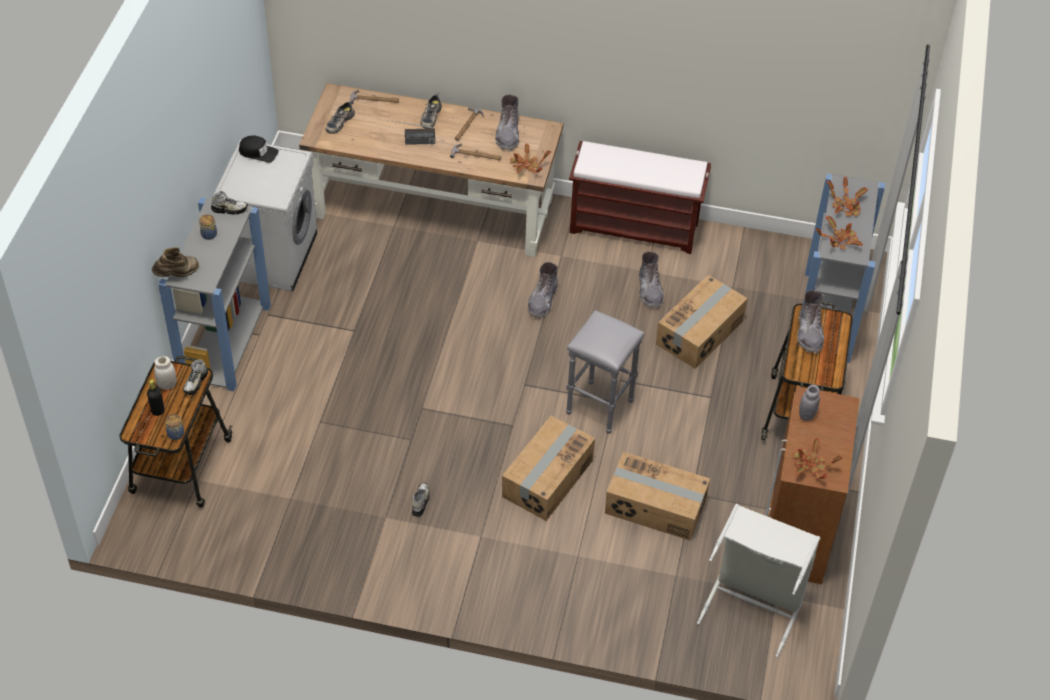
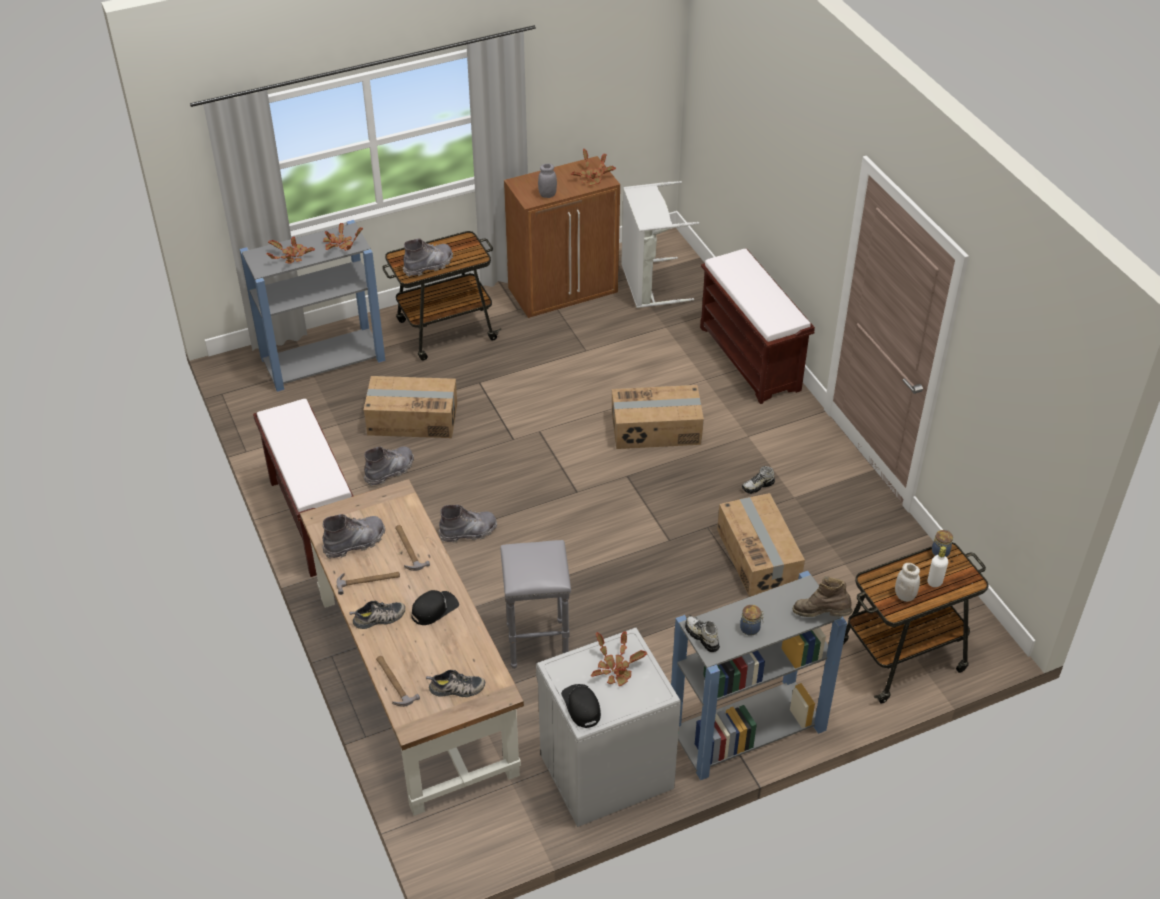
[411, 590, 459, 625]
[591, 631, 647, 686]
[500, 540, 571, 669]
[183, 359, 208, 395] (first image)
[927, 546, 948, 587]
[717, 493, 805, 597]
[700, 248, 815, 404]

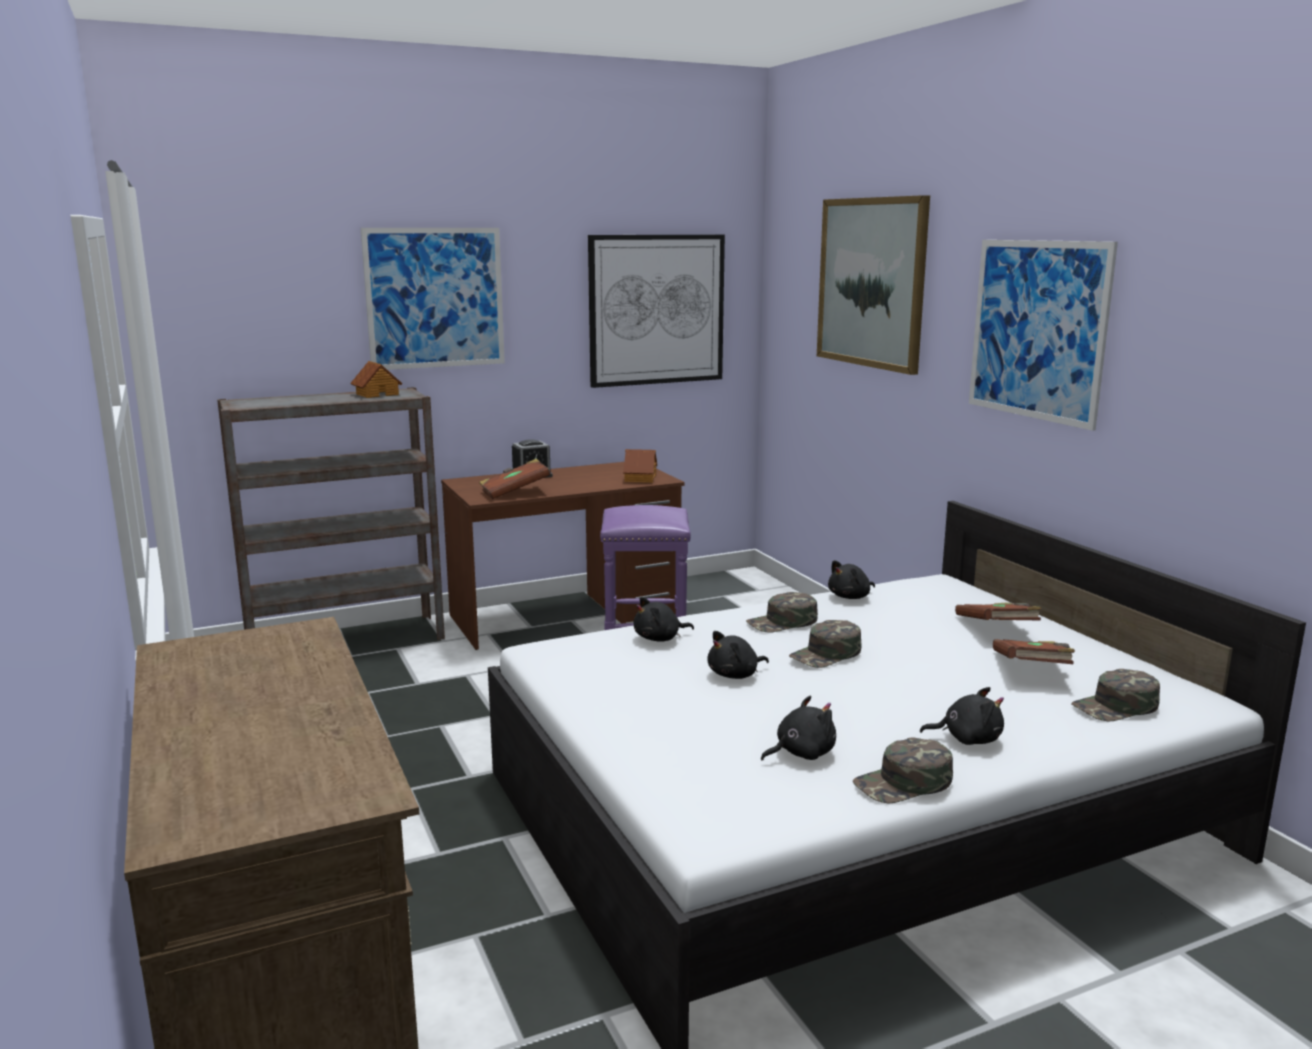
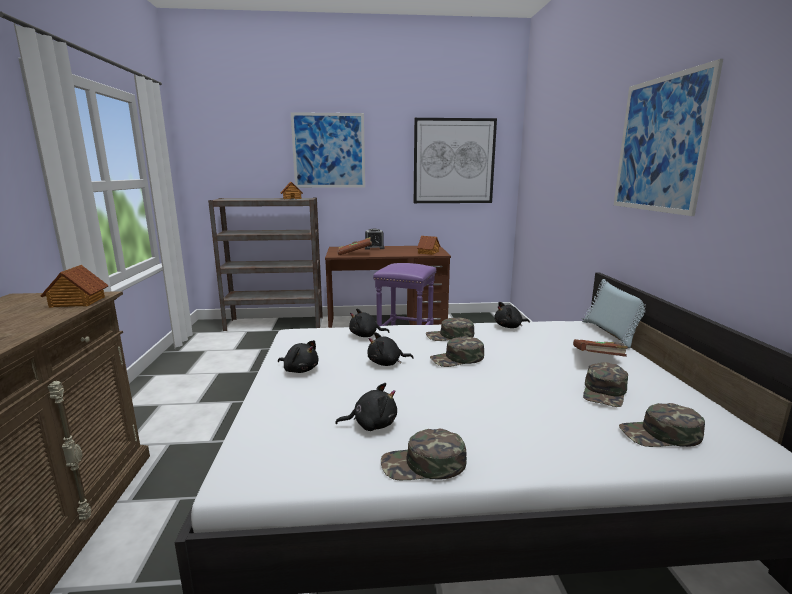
[817, 195, 930, 375] (first image)
[583, 362, 628, 407]
[278, 340, 319, 373]
[41, 265, 109, 308]
[582, 279, 646, 348]

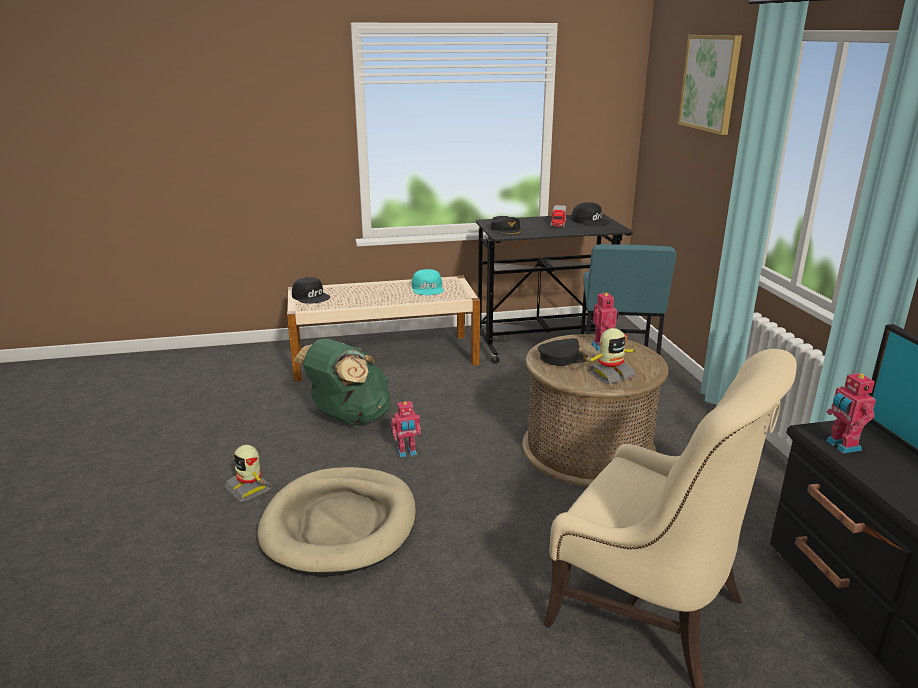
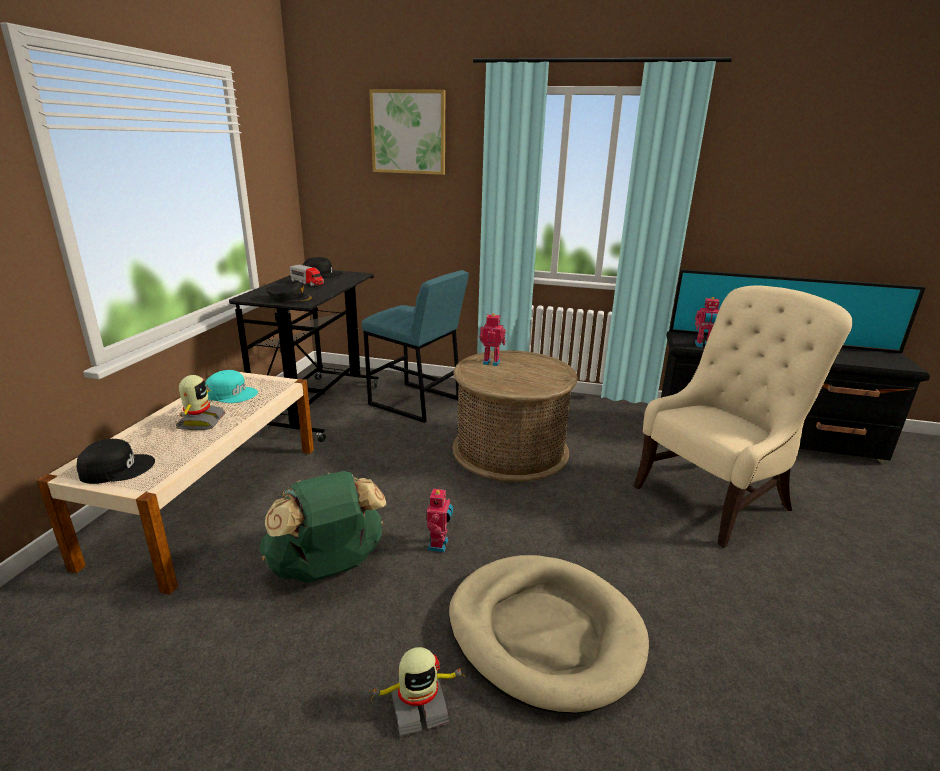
[176, 375, 226, 430]
[538, 338, 588, 366] (first image)

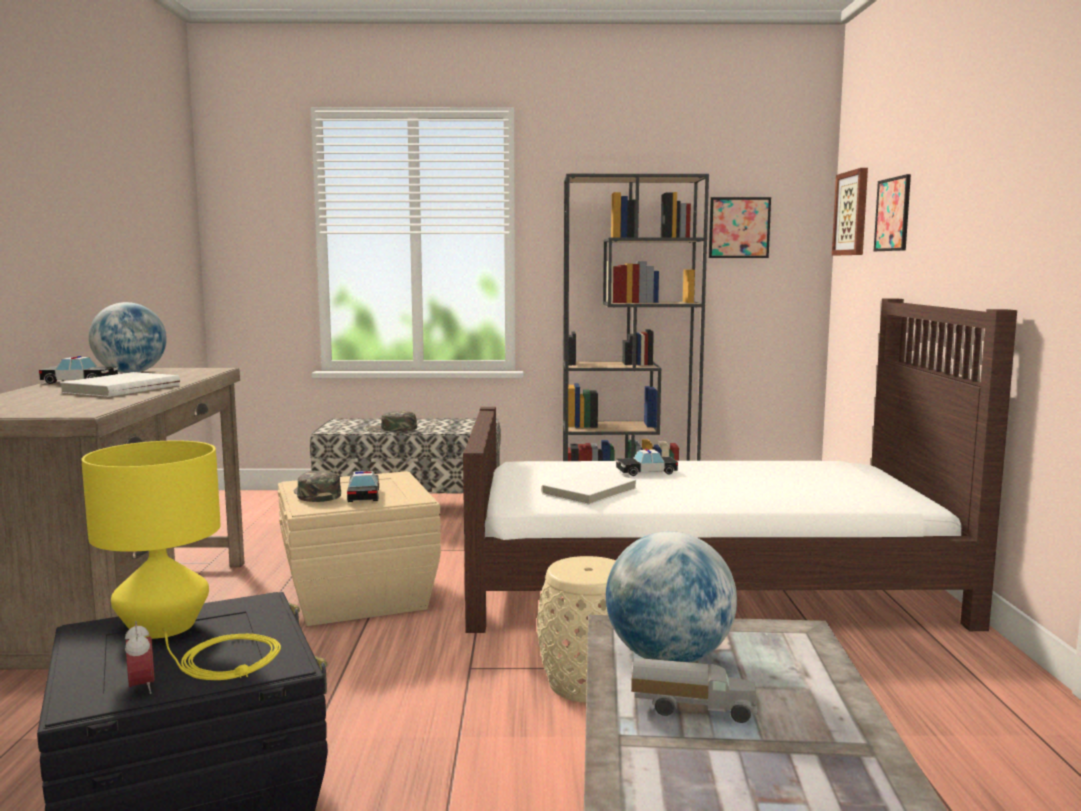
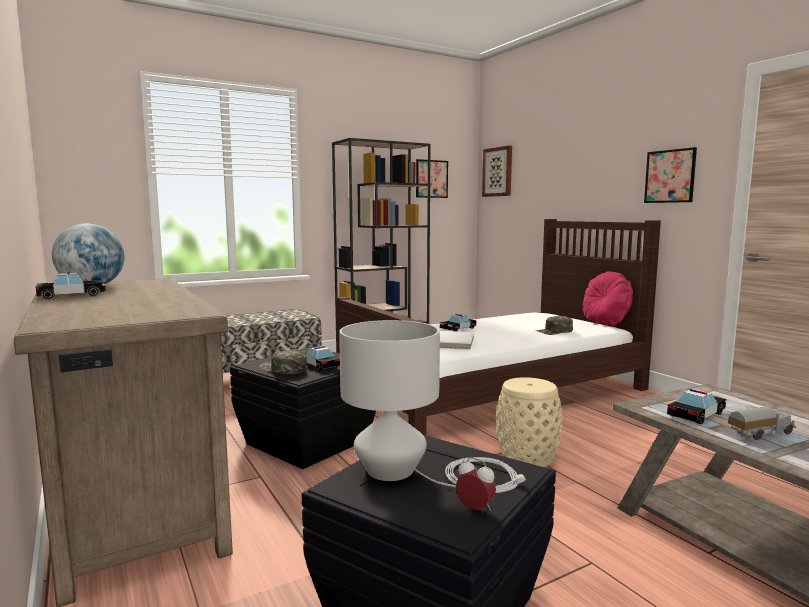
[644, 147, 697, 203]
[60, 372, 180, 397] (first image)
[536, 316, 573, 335]
[339, 320, 526, 493]
[230, 347, 376, 469]
[667, 389, 726, 424]
[582, 271, 633, 326]

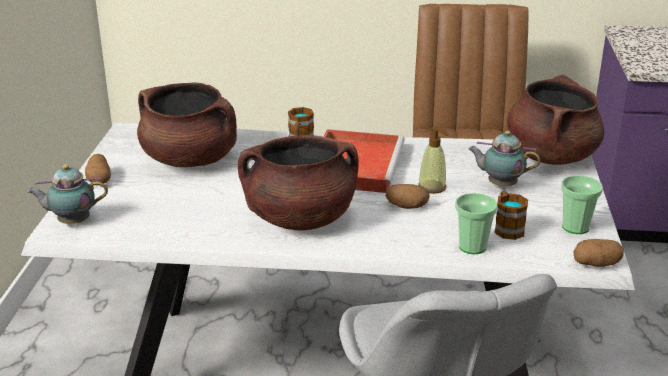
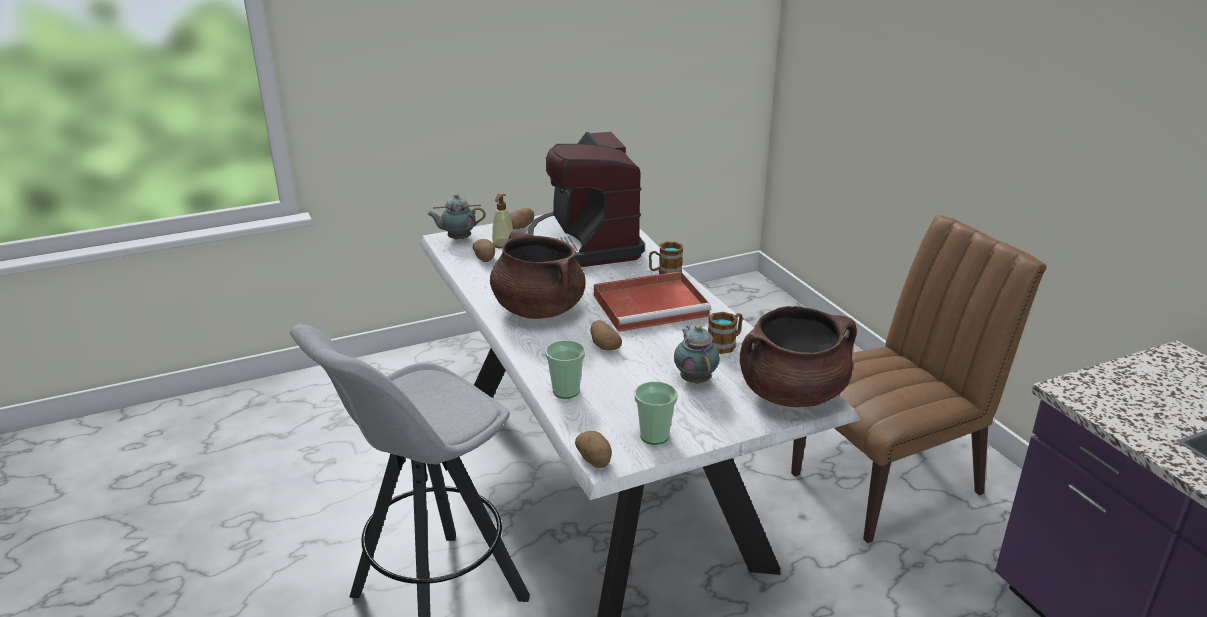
[528, 132, 645, 267]
[492, 194, 513, 249]
[427, 194, 486, 240]
[708, 312, 743, 354]
[473, 239, 495, 262]

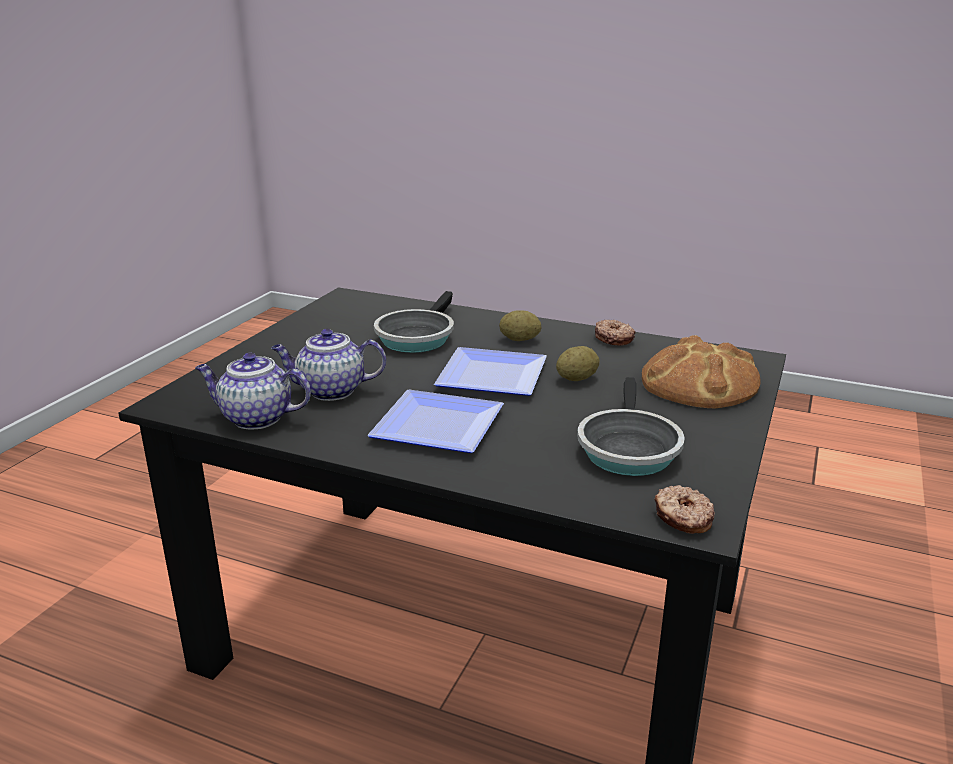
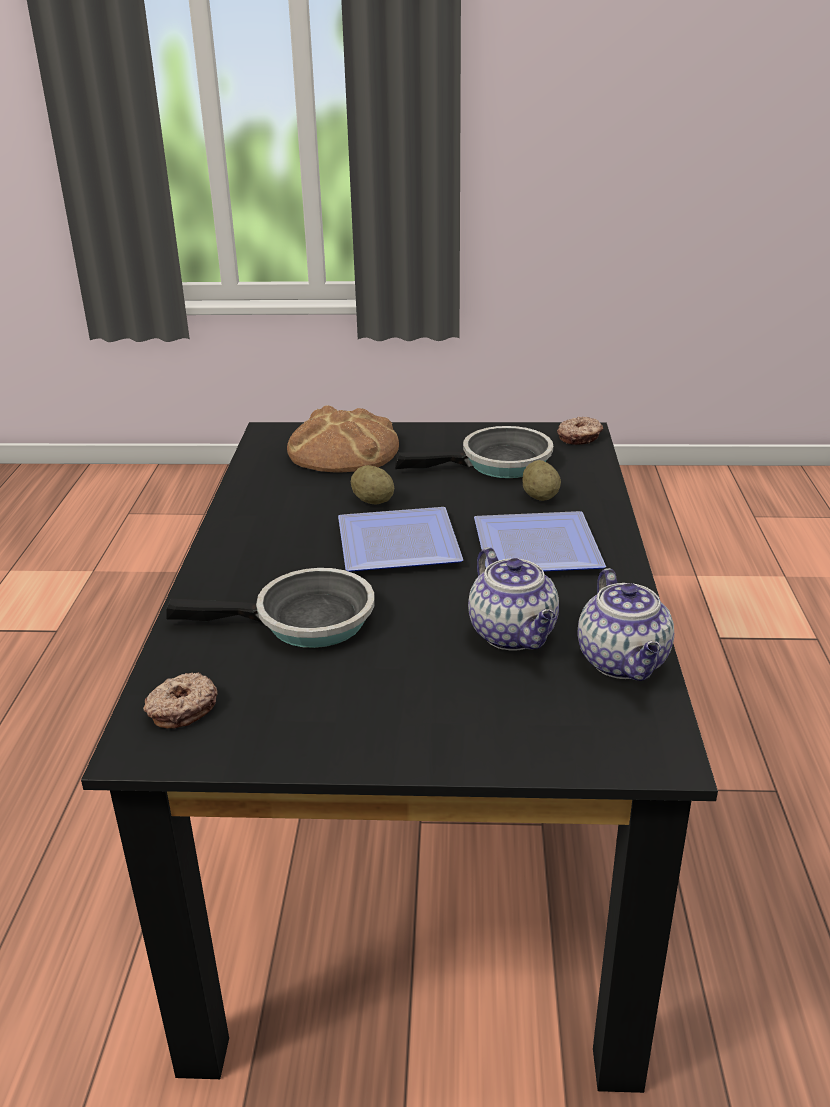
[522, 460, 561, 501]
[143, 672, 218, 729]

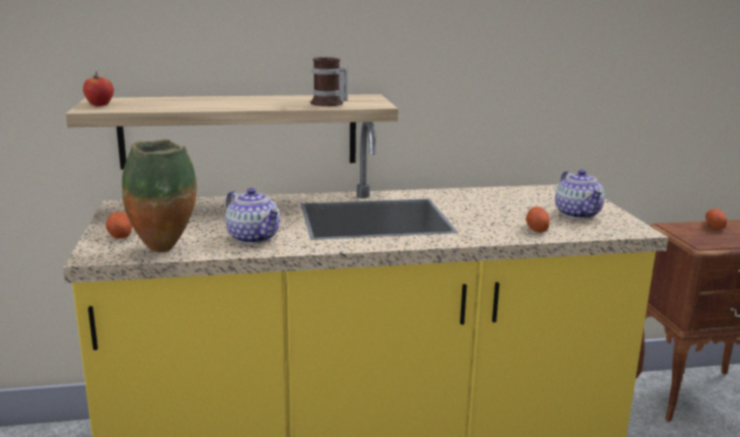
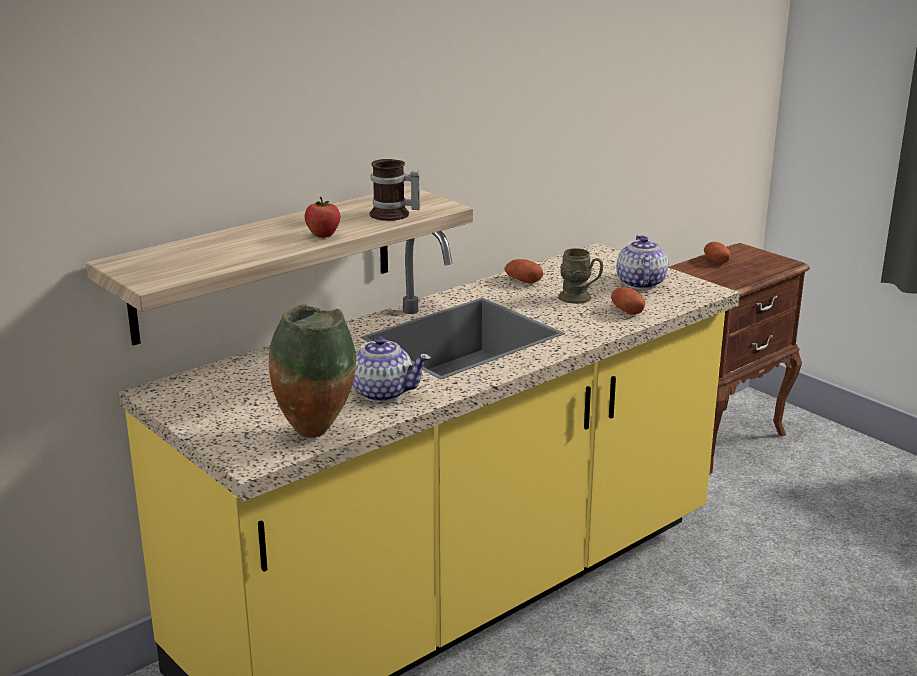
[305, 197, 340, 238]
[616, 235, 668, 289]
[505, 259, 543, 284]
[558, 248, 603, 304]

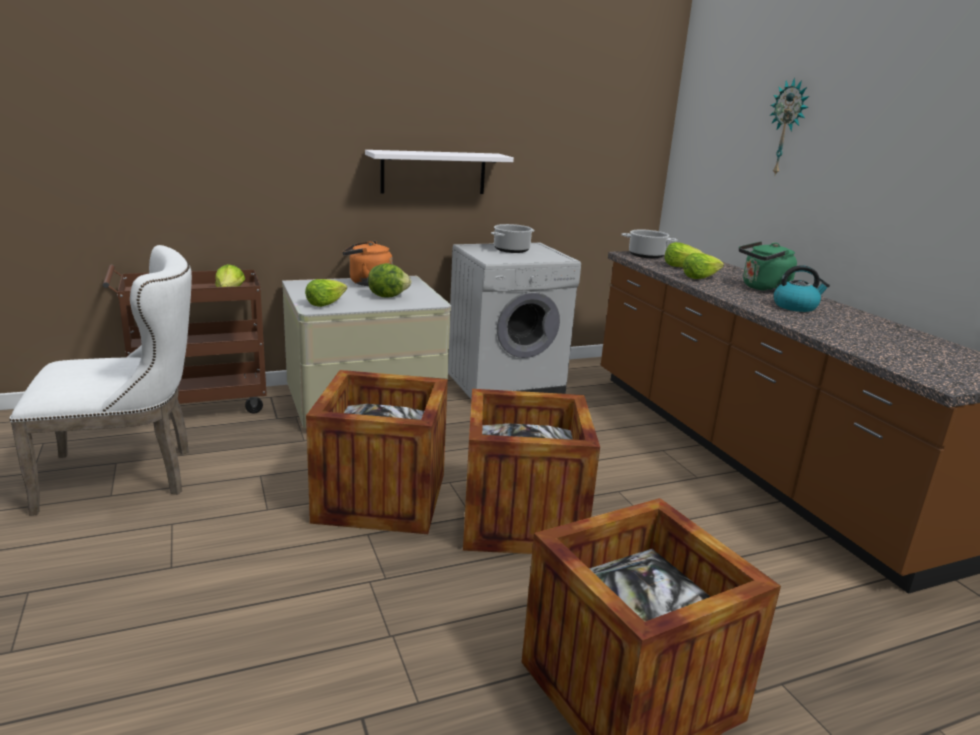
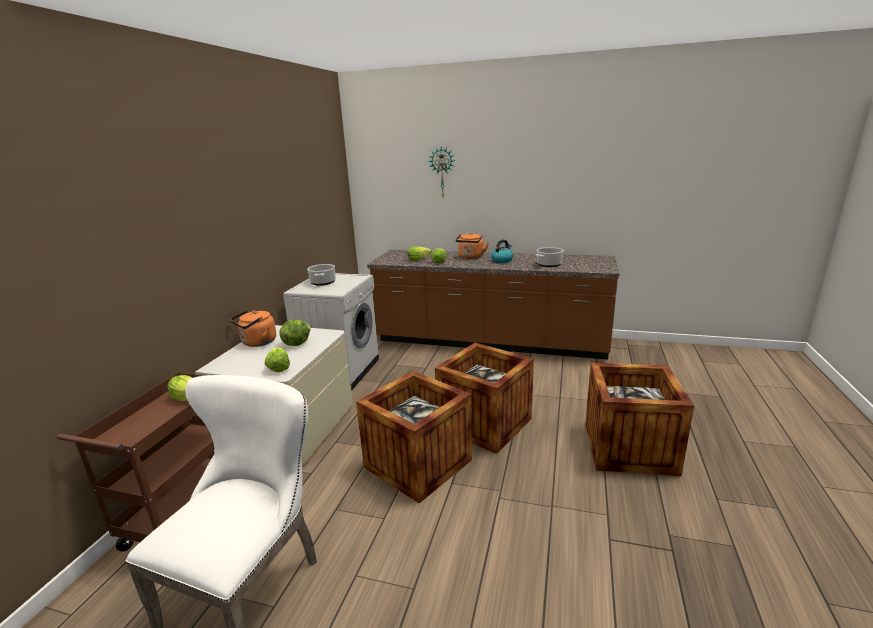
[365, 150, 514, 194] (first image)
[535, 247, 564, 267]
[455, 232, 489, 259]

